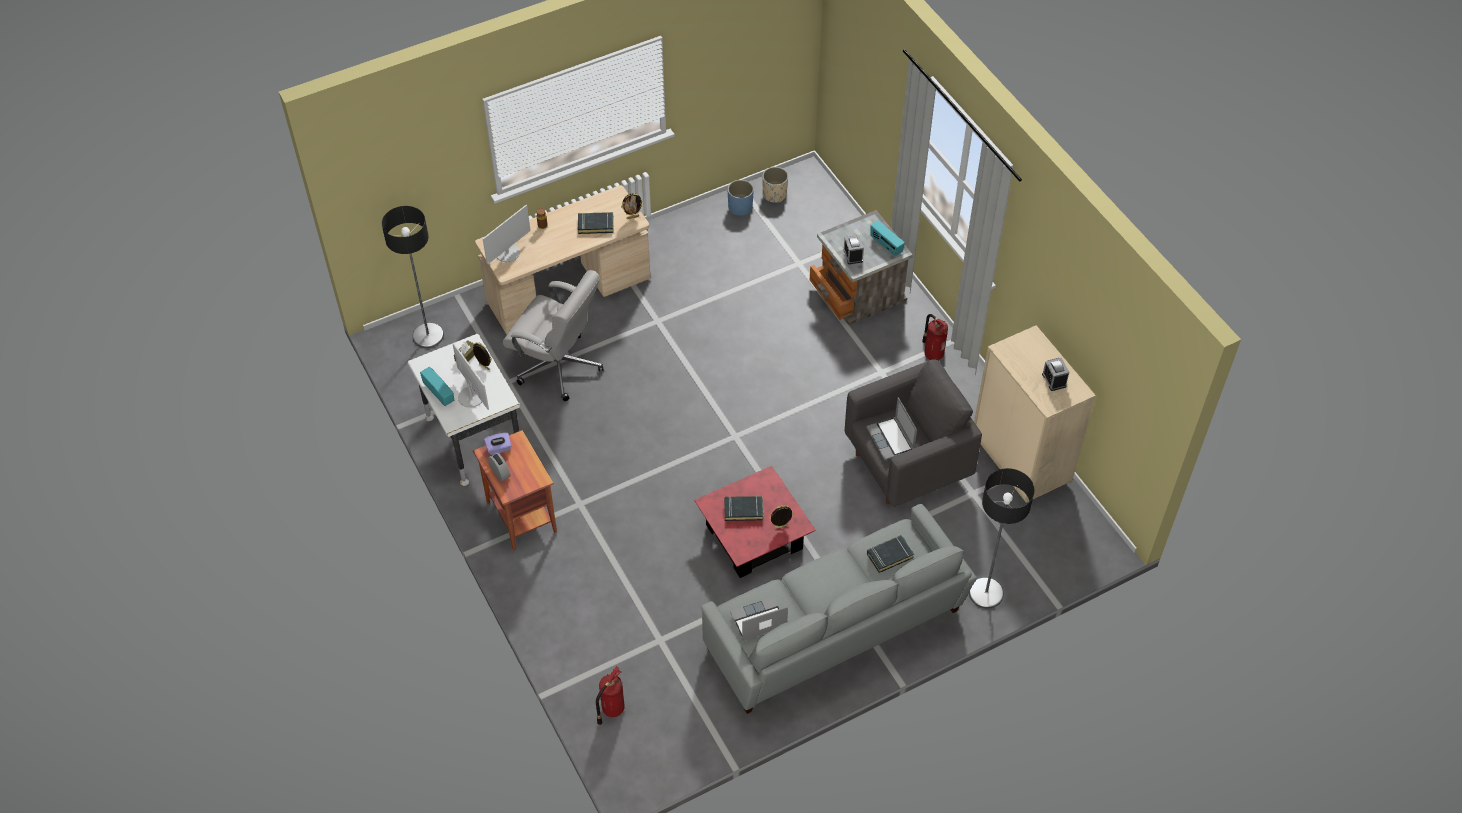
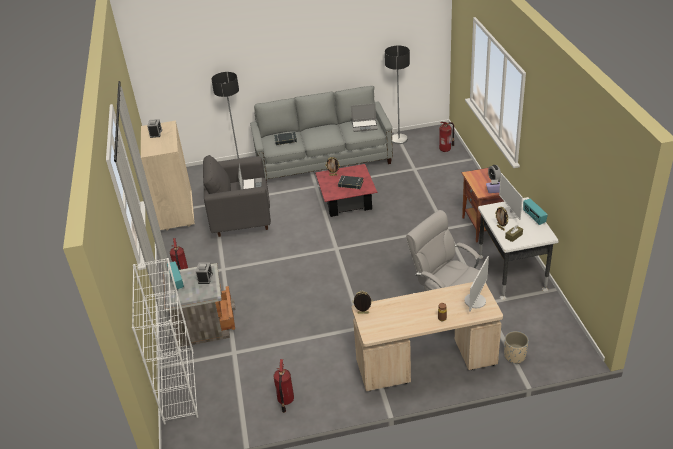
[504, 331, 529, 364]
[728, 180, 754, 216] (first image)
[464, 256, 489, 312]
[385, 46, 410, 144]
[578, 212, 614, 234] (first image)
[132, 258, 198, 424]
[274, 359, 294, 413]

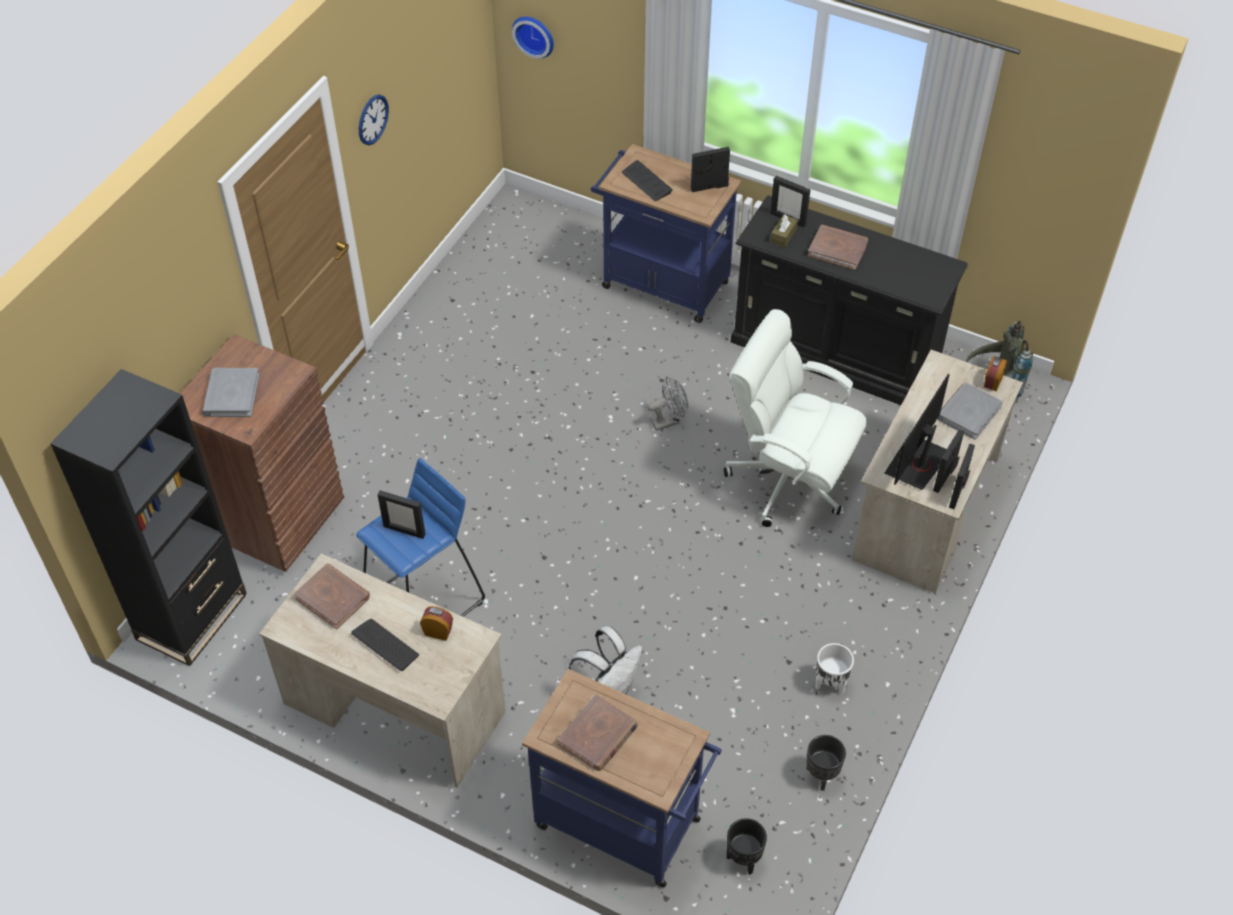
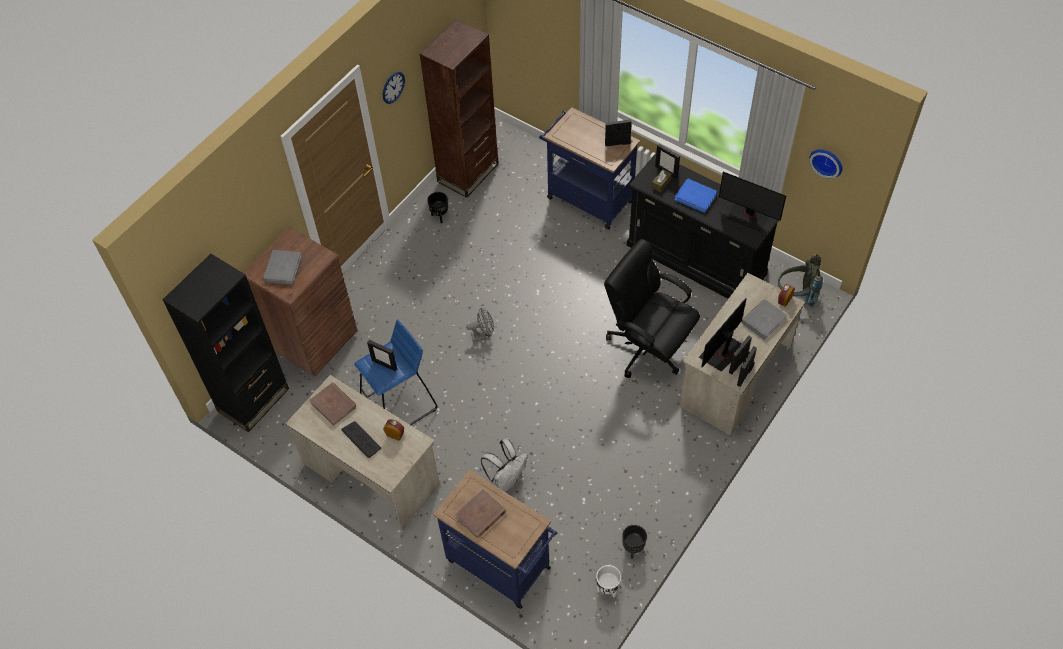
[809, 149, 842, 179]
[622, 160, 673, 201] (first image)
[674, 179, 717, 213]
[604, 239, 700, 378]
[466, 308, 494, 342]
[596, 565, 621, 597]
[427, 192, 448, 223]
[420, 19, 499, 198]
[719, 172, 786, 231]

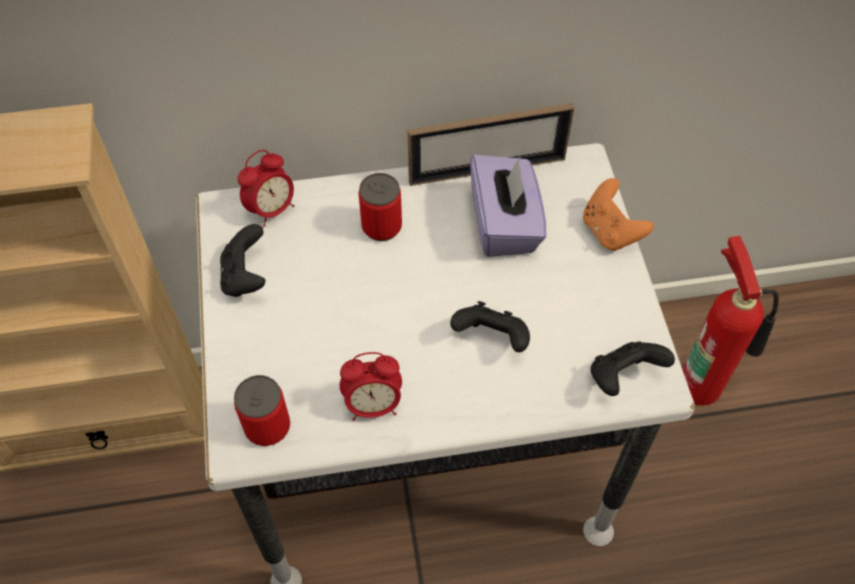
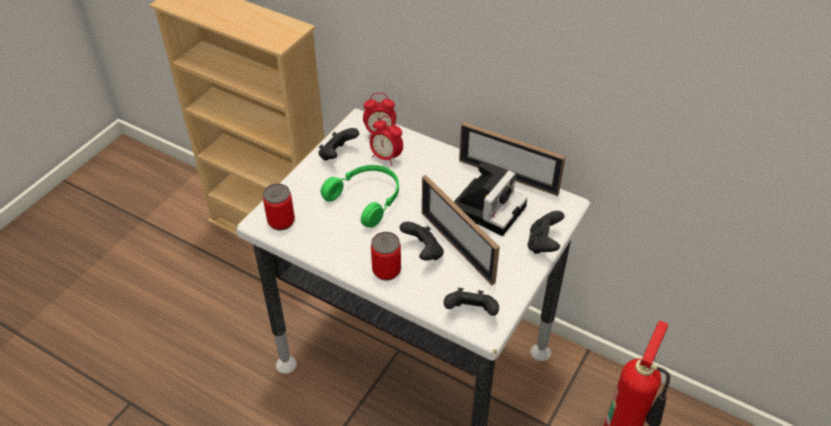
[454, 161, 528, 236]
[371, 232, 401, 280]
[528, 211, 564, 254]
[370, 116, 403, 166]
[321, 165, 399, 228]
[422, 175, 500, 285]

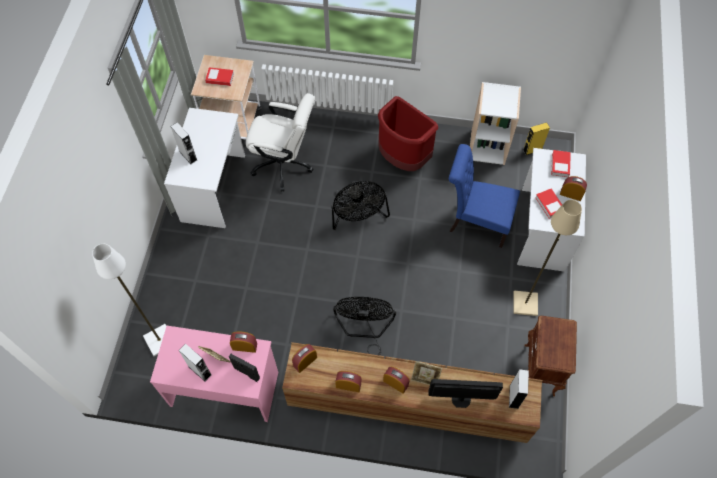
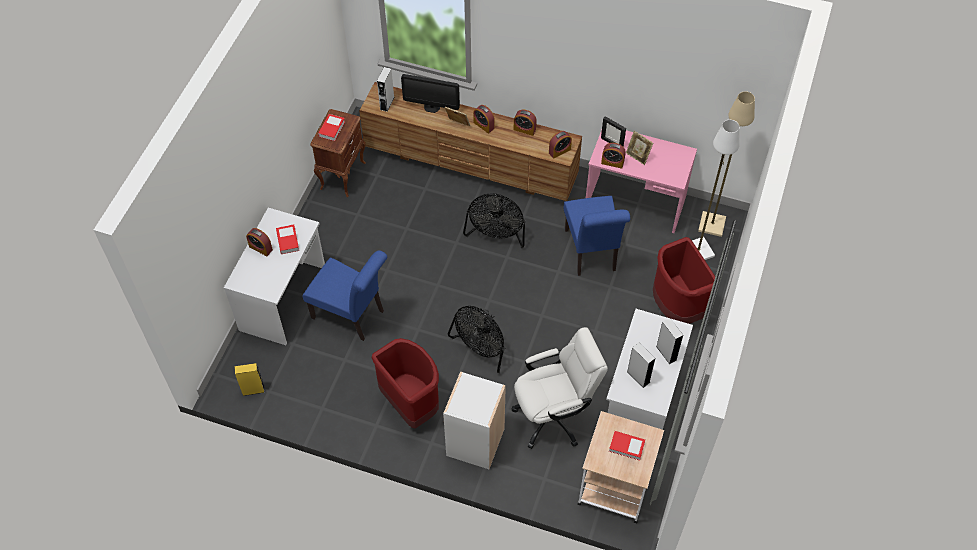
[443, 371, 506, 469]
[512, 327, 608, 449]
[318, 114, 345, 141]
[448, 306, 506, 373]
[698, 91, 755, 237]
[627, 343, 655, 388]
[564, 196, 630, 276]
[653, 237, 715, 324]

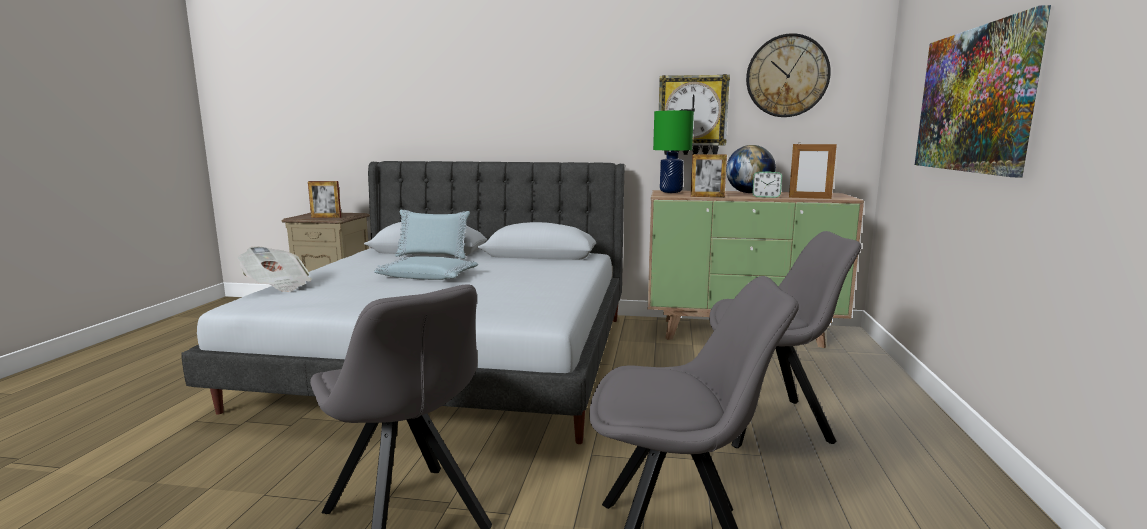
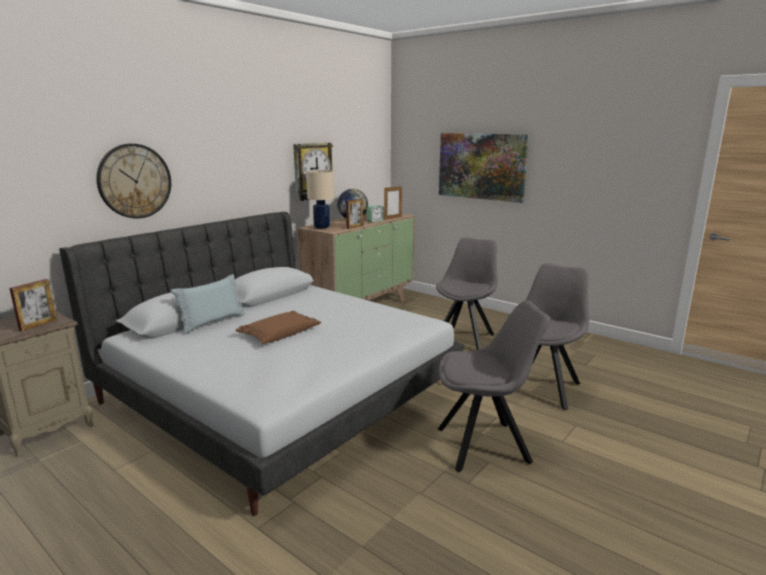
[96, 144, 171, 219]
[306, 170, 334, 229]
[238, 246, 312, 292] (first image)
[235, 311, 321, 344]

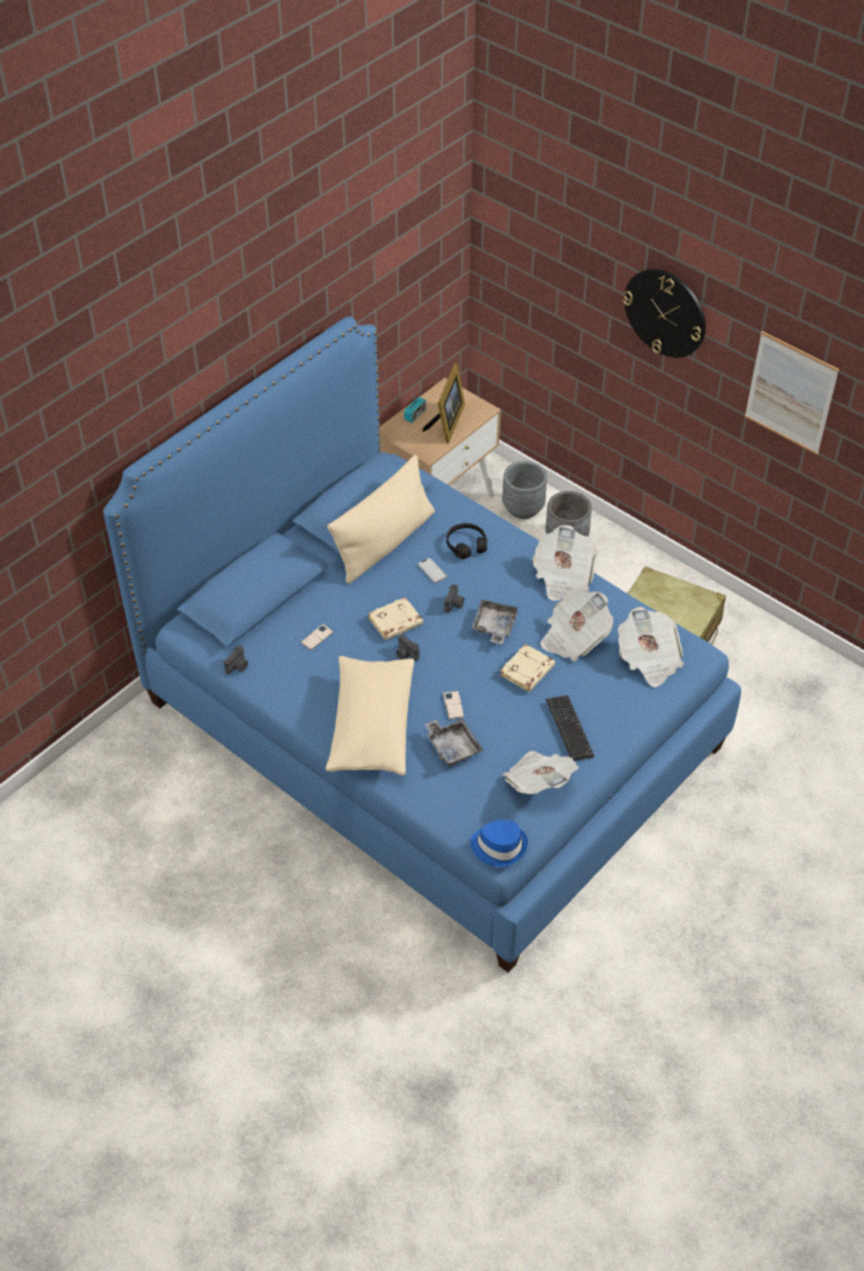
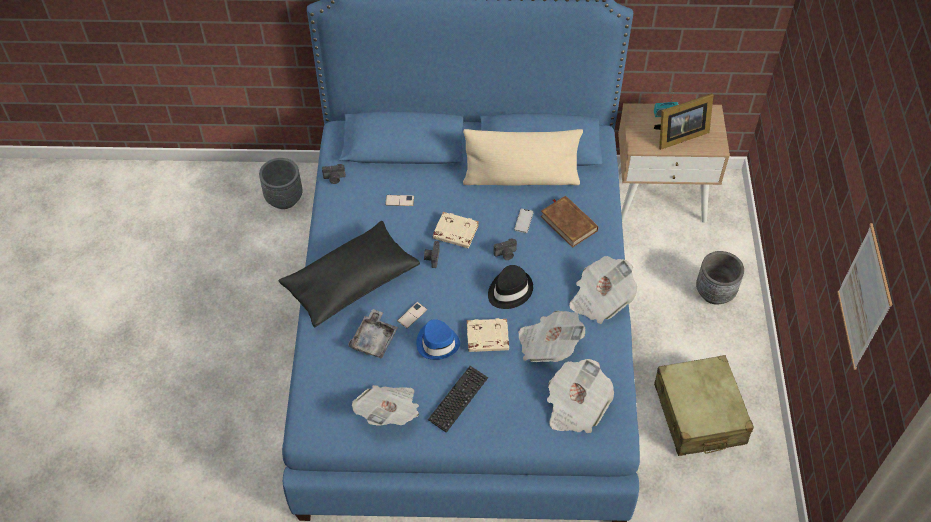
[623, 269, 706, 358] (first image)
[259, 158, 303, 209]
[540, 196, 598, 248]
[488, 265, 533, 309]
[279, 221, 420, 327]
[416, 319, 460, 360]

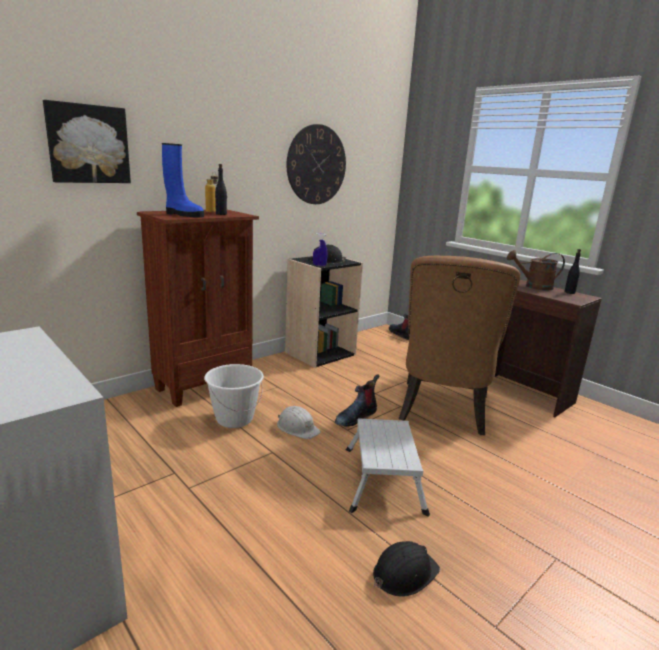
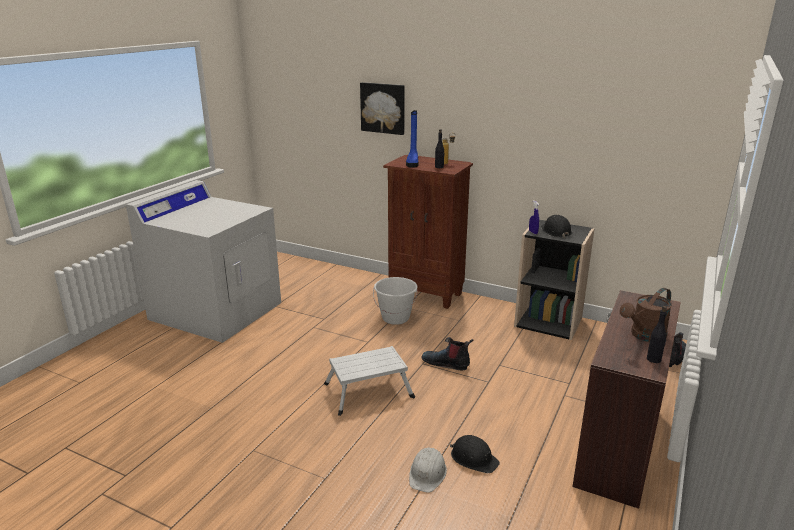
[287, 124, 346, 204] (first image)
[620, 288, 672, 342]
[399, 256, 520, 435] (first image)
[409, 448, 447, 492]
[450, 435, 500, 473]

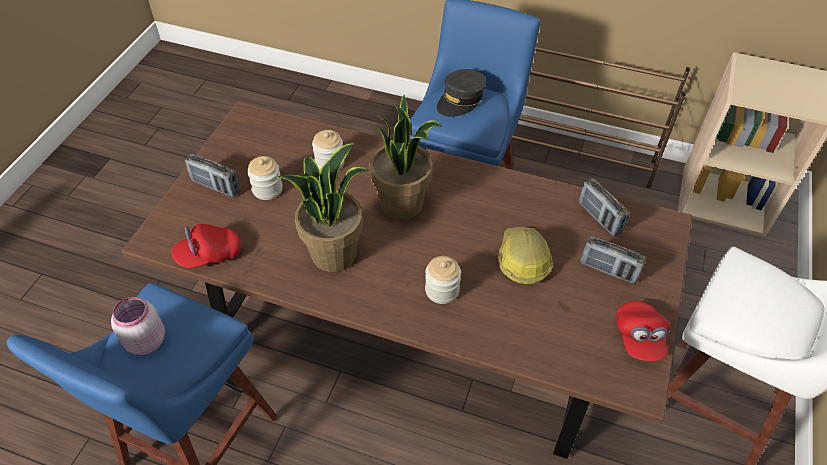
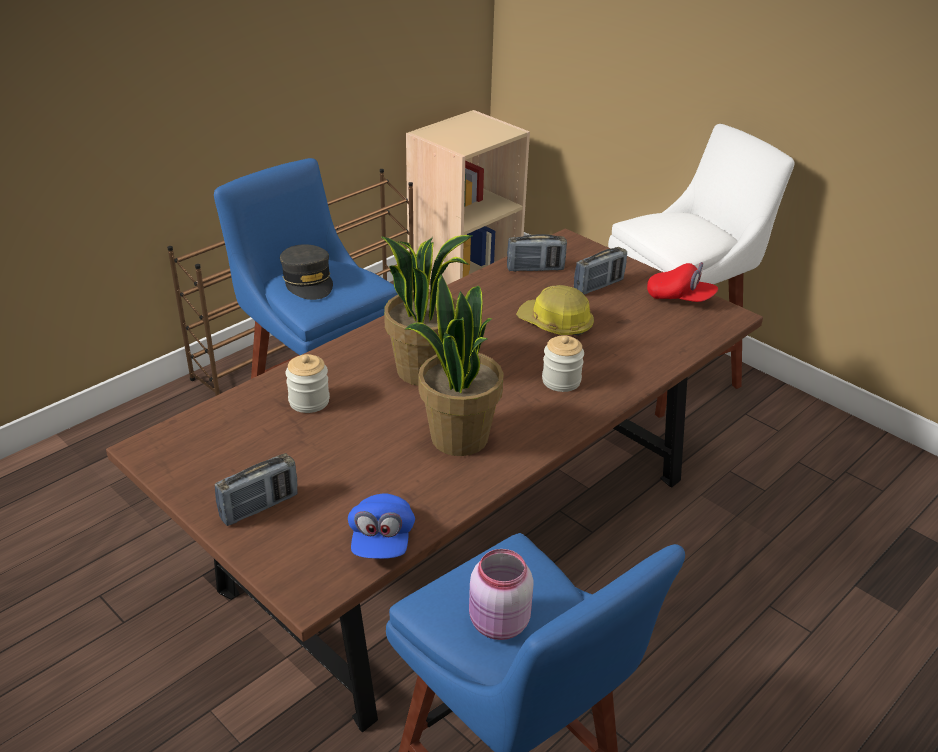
[247, 156, 283, 200] (first image)
[348, 493, 415, 559]

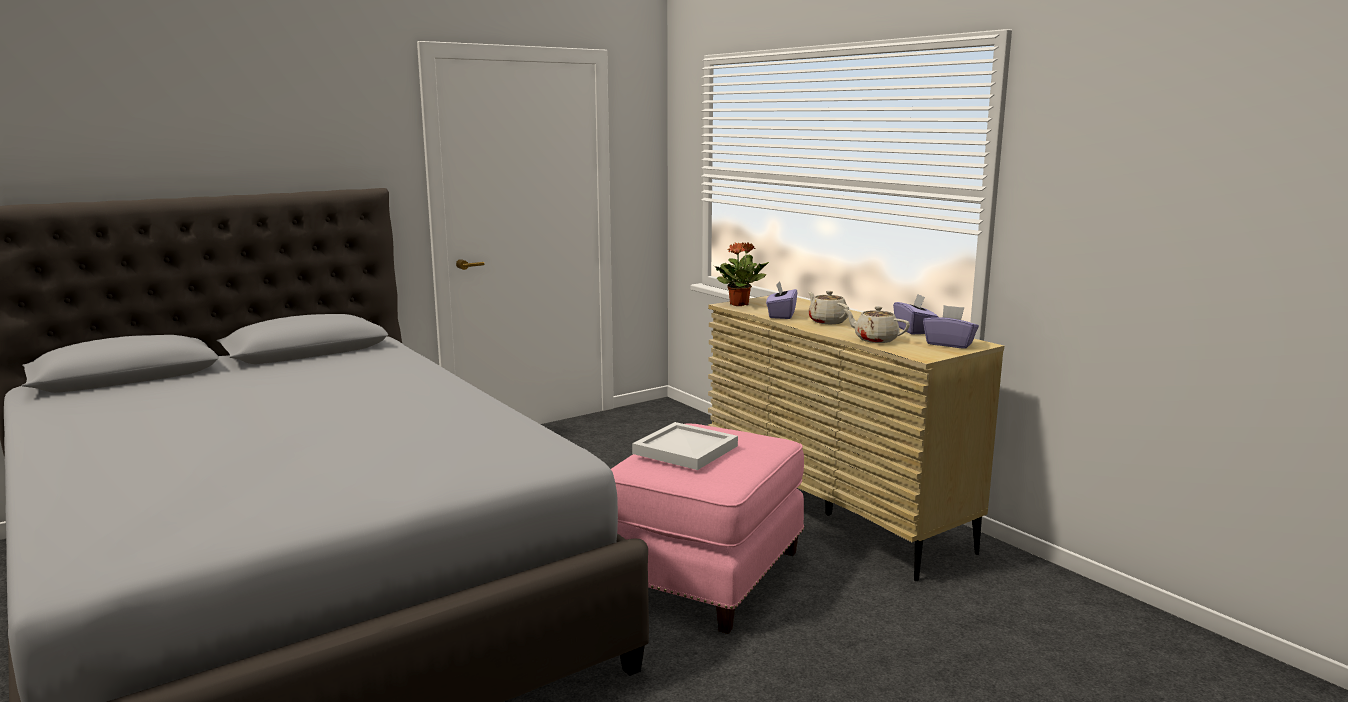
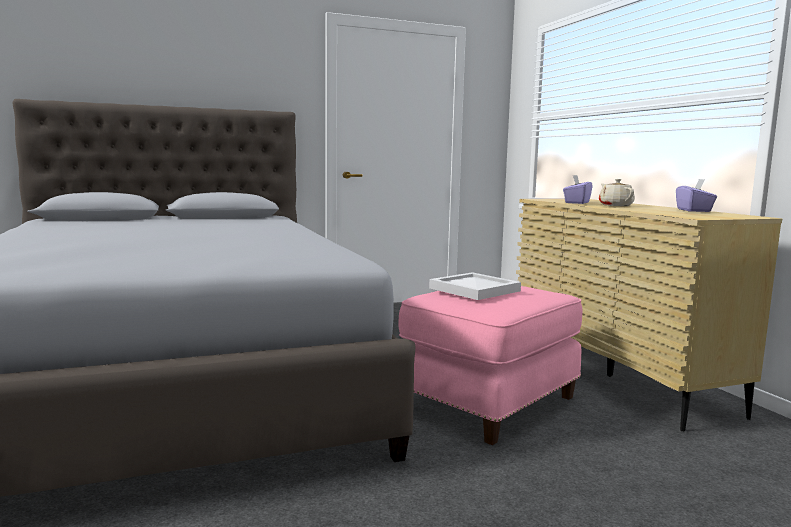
[714, 242, 769, 306] (first image)
[923, 305, 979, 349] (first image)
[843, 306, 910, 343] (first image)

